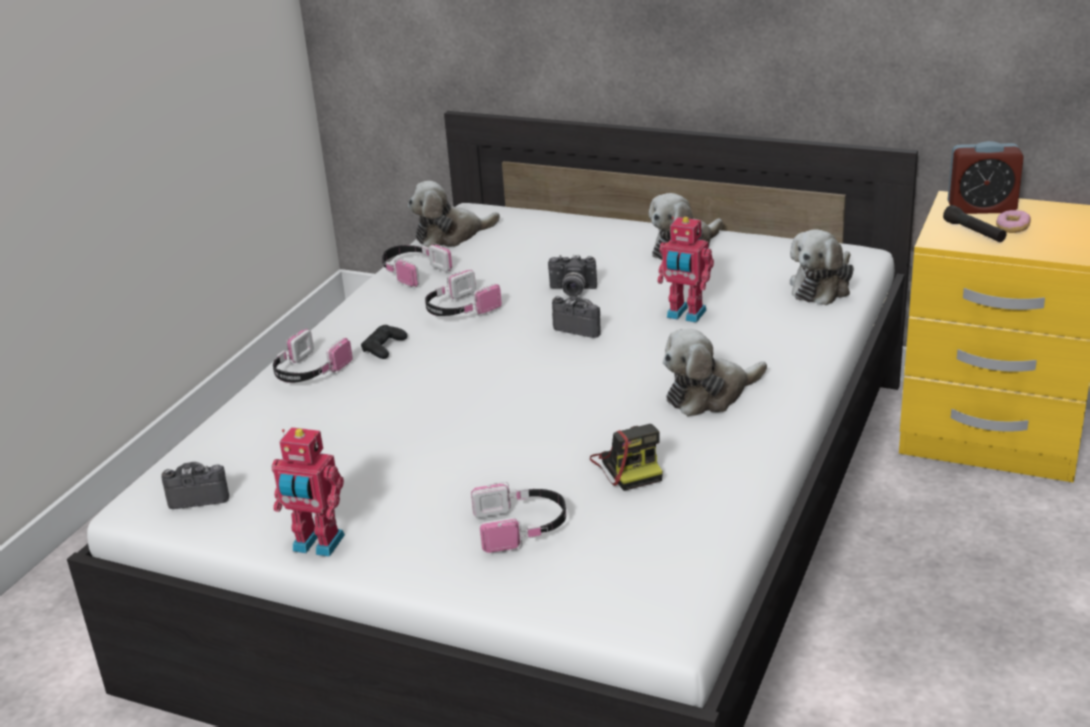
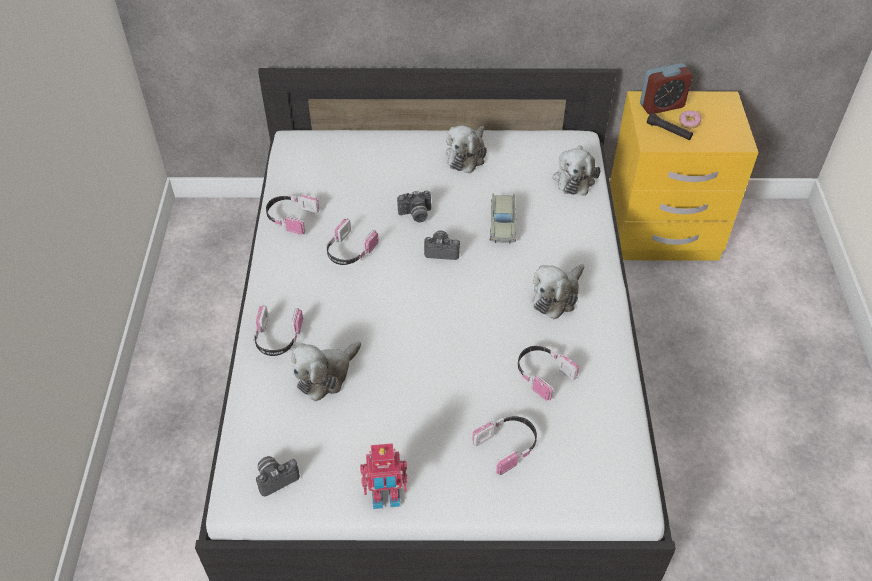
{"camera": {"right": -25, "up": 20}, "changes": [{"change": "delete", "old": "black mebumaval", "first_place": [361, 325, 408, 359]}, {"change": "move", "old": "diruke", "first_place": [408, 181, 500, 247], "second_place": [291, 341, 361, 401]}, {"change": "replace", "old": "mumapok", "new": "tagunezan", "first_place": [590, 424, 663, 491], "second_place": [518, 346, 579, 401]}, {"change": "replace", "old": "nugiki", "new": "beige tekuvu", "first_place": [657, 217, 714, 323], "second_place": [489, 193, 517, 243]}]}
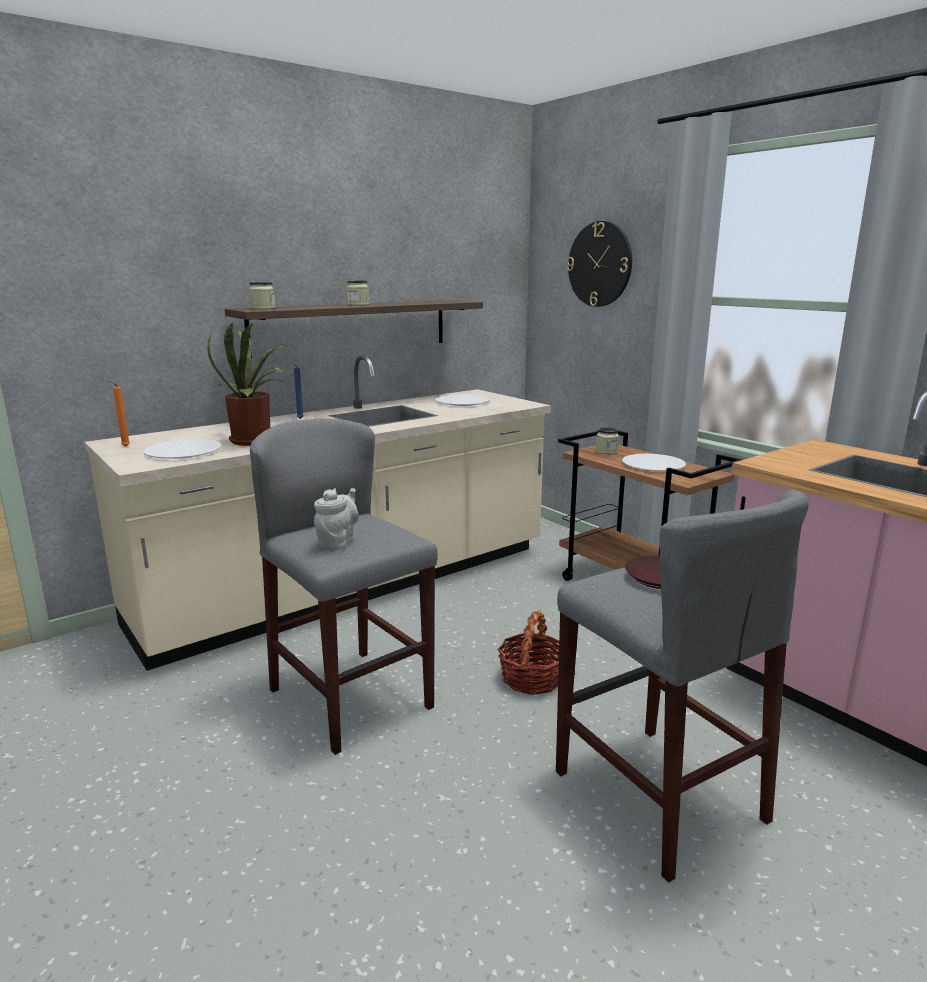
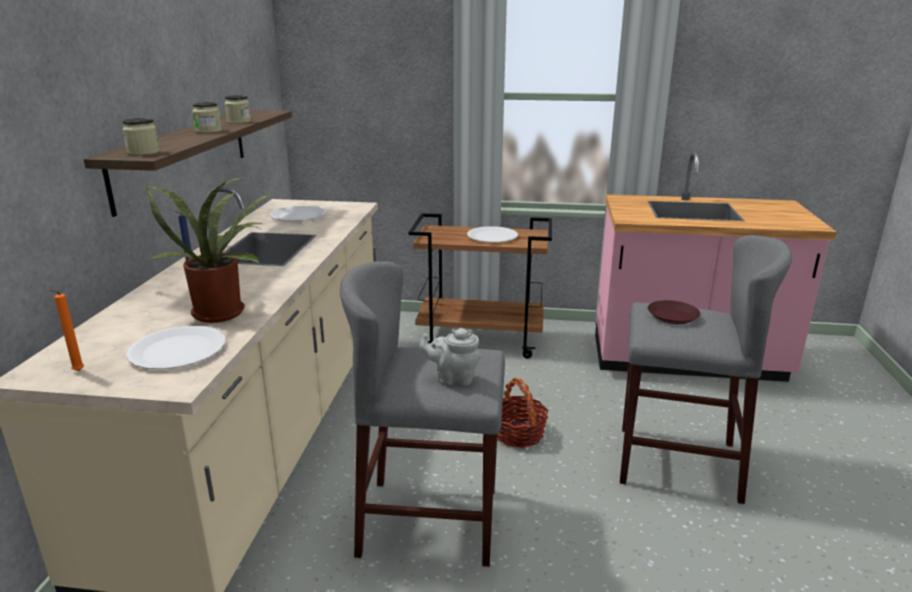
{"camera": {"right": -45, "up": 5}, "changes": [{"change": "rotate", "old": "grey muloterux", "first_place": [314, 488, 359, 550], "second_place": [419, 328, 481, 386], "degrees": -60}, {"change": "delete", "old": "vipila", "first_place": [567, 221, 632, 307]}, {"change": "move", "old": "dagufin", "first_place": [596, 427, 619, 454], "second_place": [224, 95, 251, 124]}]}
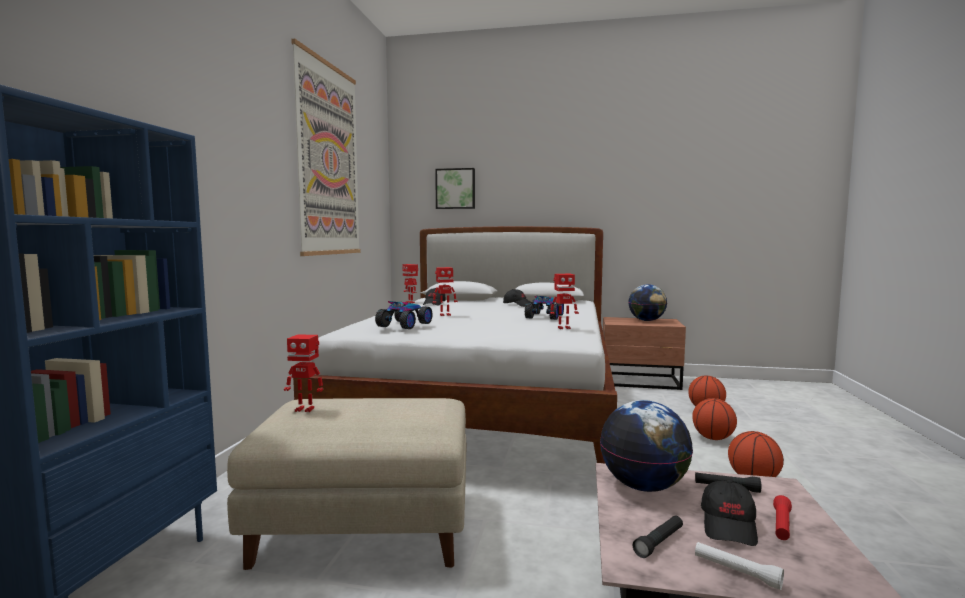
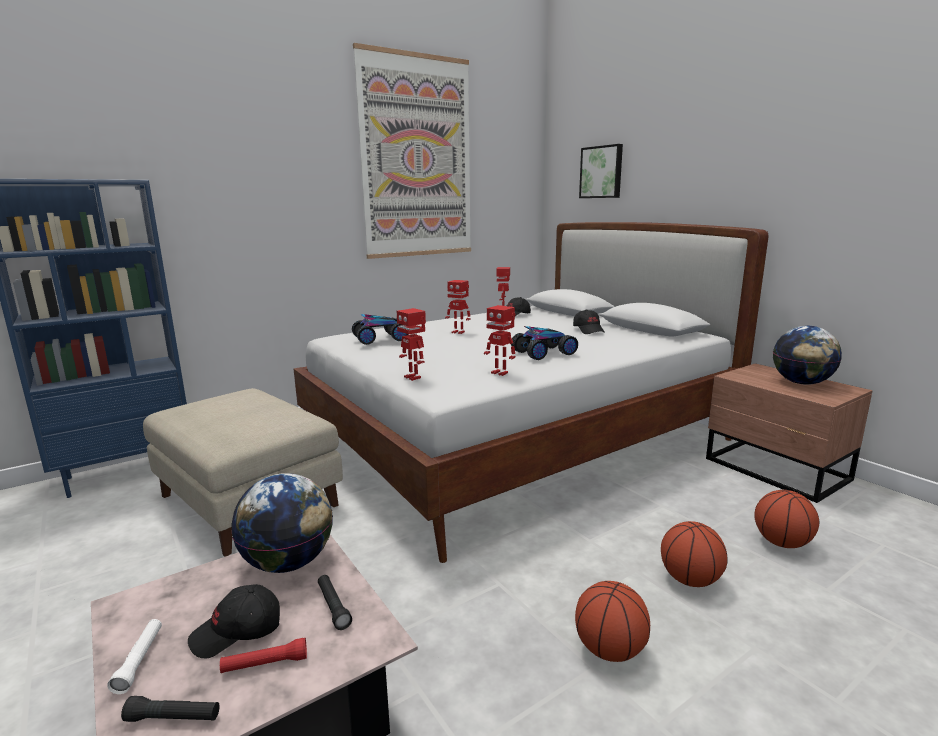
{"camera": {"right": 45, "up": 10}, "changes": [{"change": "move", "old": "nugiki", "first_place": [284, 334, 323, 412], "second_place": [397, 308, 426, 381]}, {"change": "move", "old": "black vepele", "first_place": [633, 515, 683, 558], "second_place": [121, 696, 220, 722]}]}
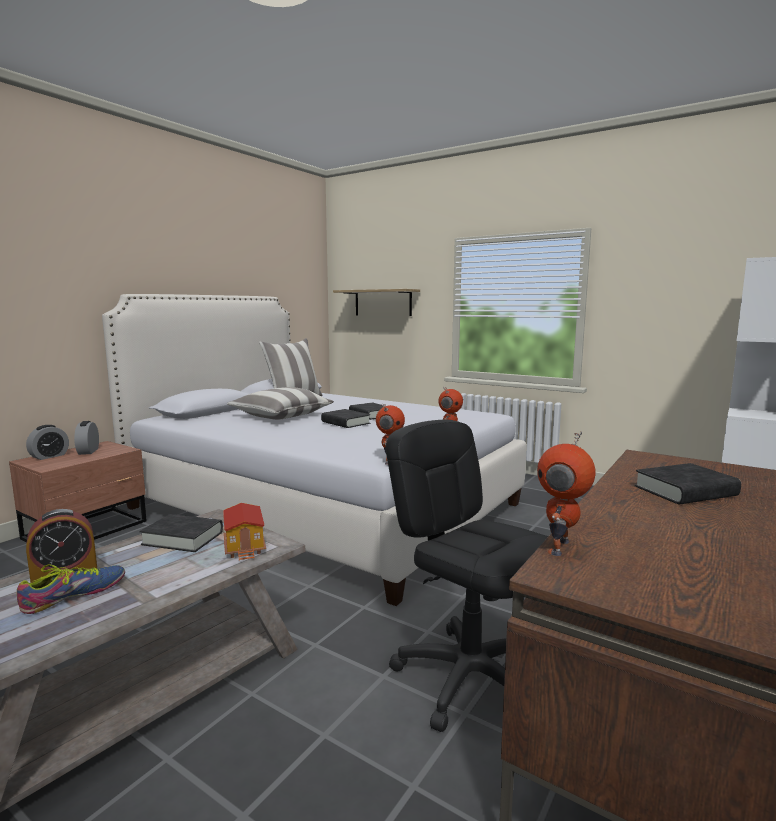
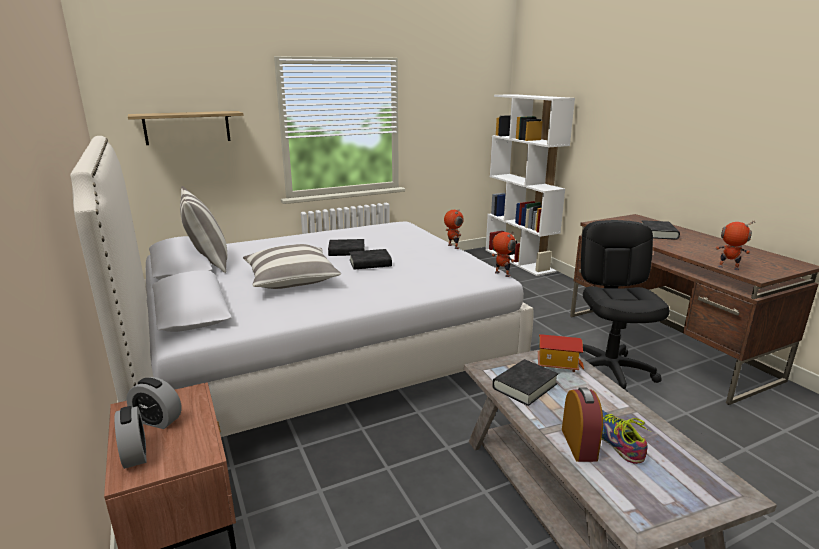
{"camera": {"right": -60, "up": 10}, "changes": [{"change": "rotate", "old": "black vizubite", "first_place": [386, 420, 548, 732], "second_place": [579, 220, 670, 392], "degrees": 105}, {"change": "rotate", "old": "nugiki", "first_place": [537, 431, 596, 556], "second_place": [715, 221, 755, 270], "degrees": 150}]}
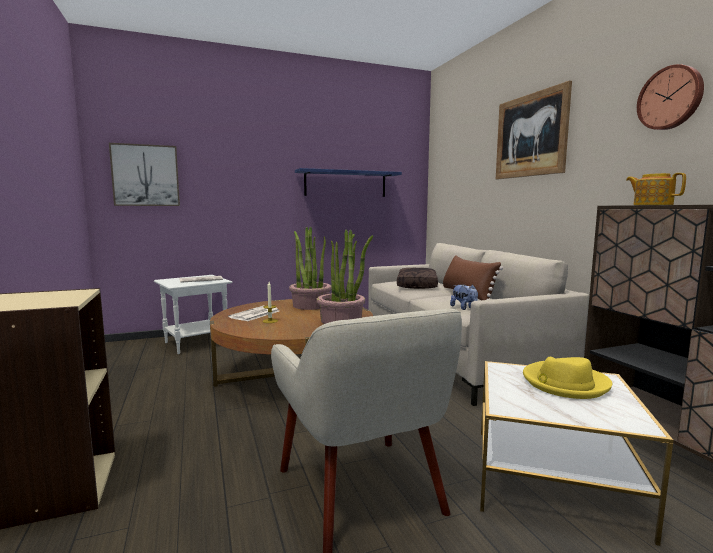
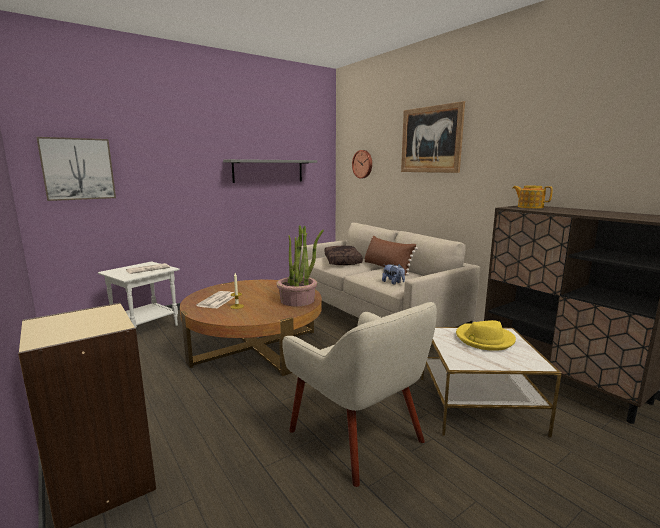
{"camera": {"right": -15, "up": 5}, "changes": [{"change": "delete", "old": "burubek", "first_place": [289, 226, 332, 310]}, {"change": "recolor", "old": "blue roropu", "new": "grey roropu", "first_place": [295, 168, 402, 197], "second_place": [223, 159, 317, 183]}, {"change": "move", "old": "vipila", "first_place": [637, 64, 704, 130], "second_place": [352, 150, 372, 178]}]}
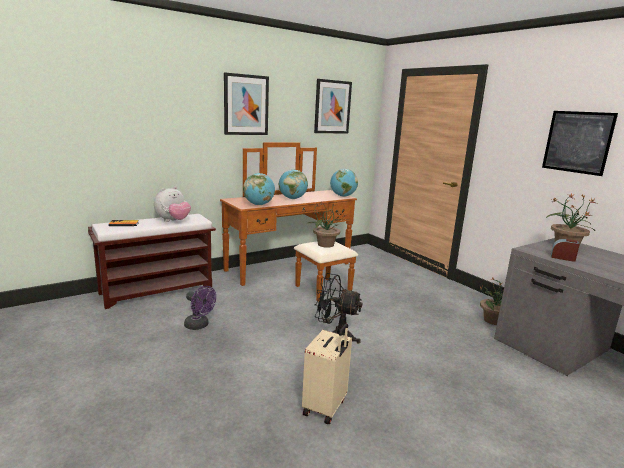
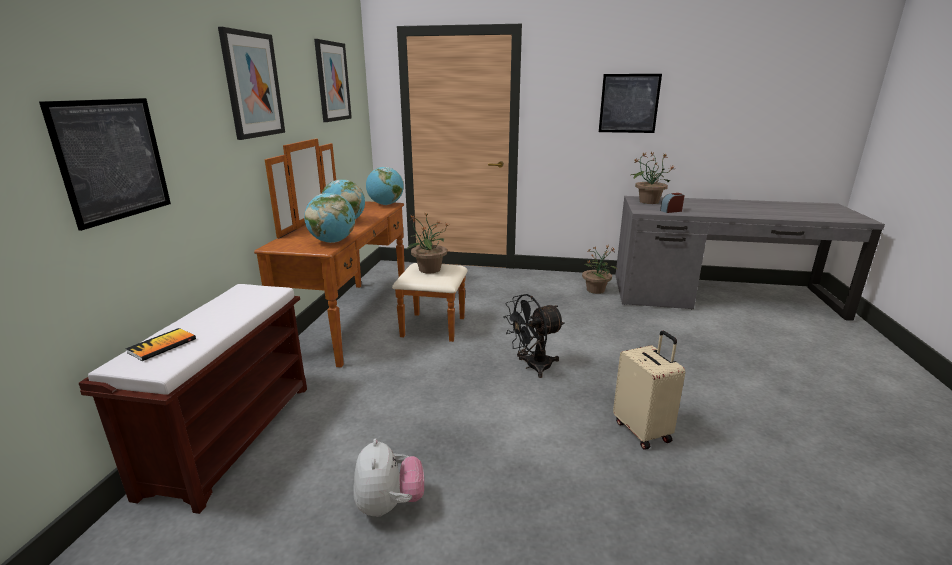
{"camera": {"right": -45, "up": 5}, "changes": [{"change": "move", "old": "diruke", "first_place": [154, 187, 191, 222], "second_place": [353, 438, 424, 517]}, {"change": "delete", "old": "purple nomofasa", "first_place": [184, 286, 216, 330]}, {"change": "insert", "new": "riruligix", "second_place": [39, 98, 171, 231]}]}
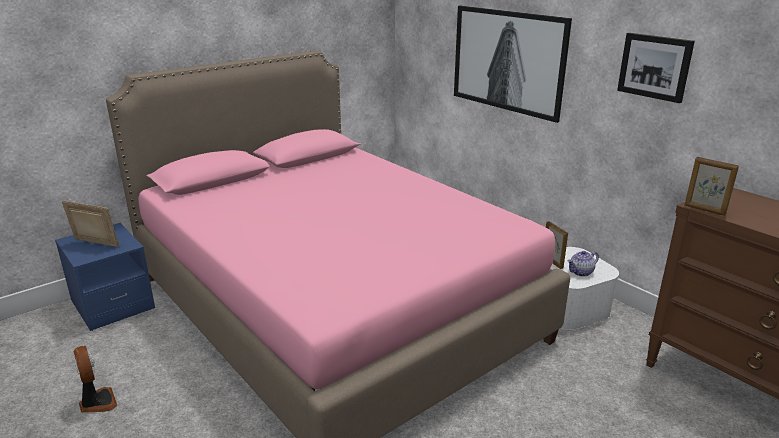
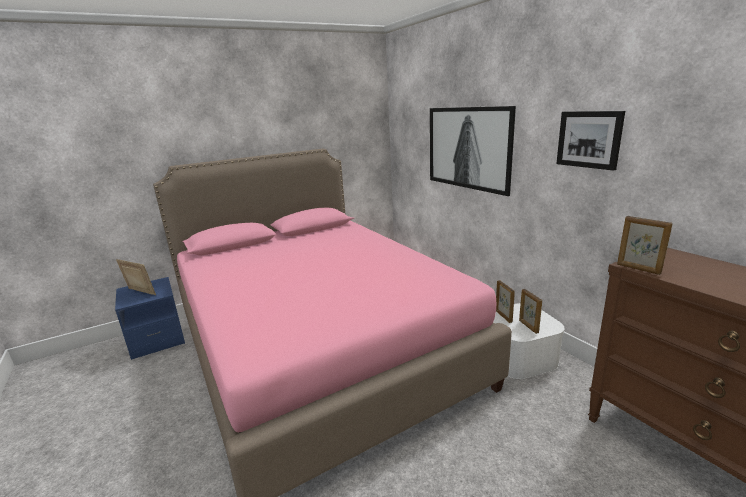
{"camera": {"right": 10, "up": -5}, "changes": [{"change": "delete", "old": "nomofasa", "first_place": [74, 346, 118, 413]}, {"change": "replace", "old": "muloterux", "new": "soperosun", "first_place": [567, 251, 599, 277], "second_place": [519, 289, 542, 334]}]}
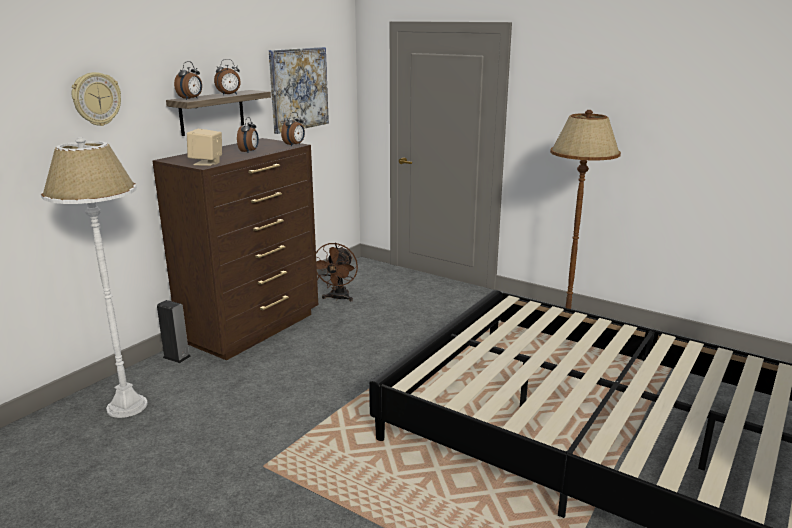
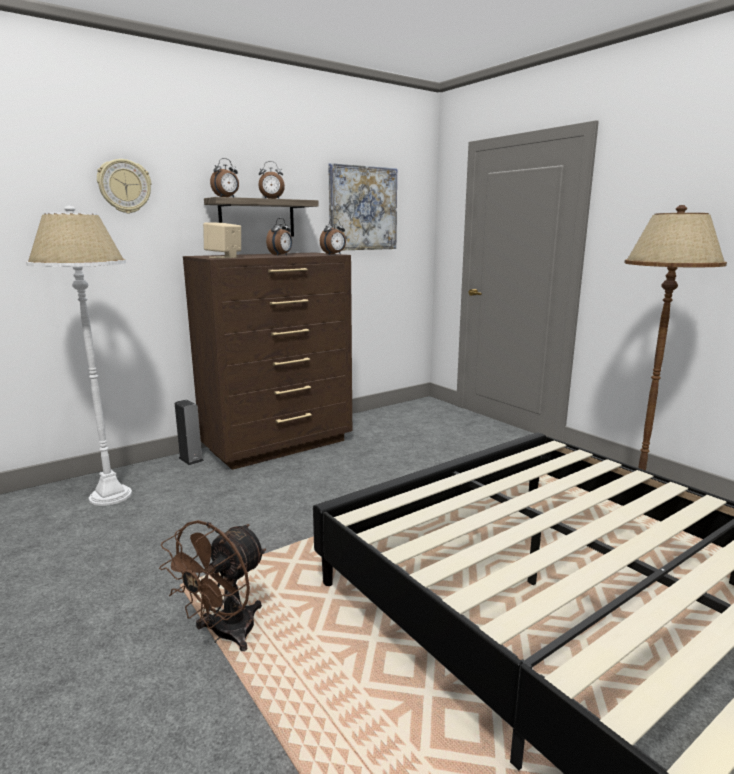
{"camera": {"right": 20, "up": -5}, "changes": [{"change": "move", "old": "brown nomofasa", "first_place": [316, 243, 358, 301], "second_place": [159, 520, 266, 651]}]}
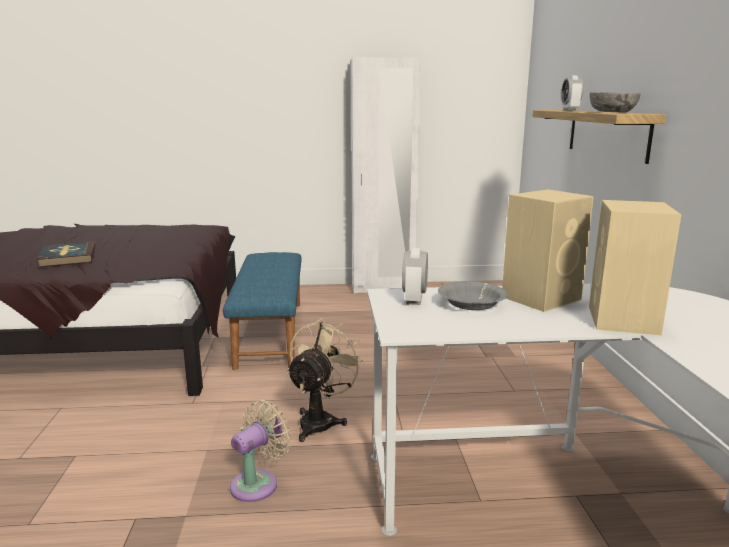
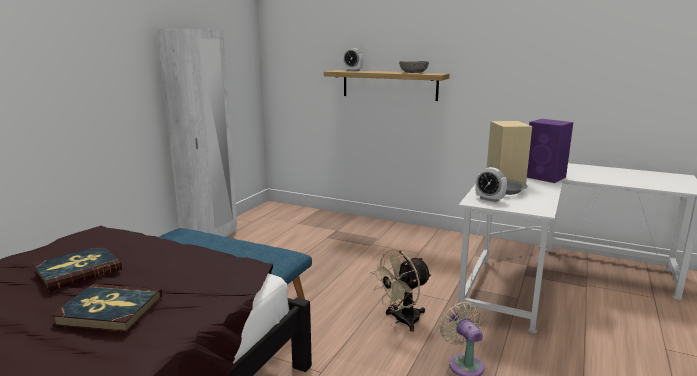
{"camera": {"right": -60, "up": 0}, "changes": [{"change": "rotate", "old": "beige nomofasa", "first_place": [286, 318, 365, 442], "second_place": [370, 249, 432, 332], "degrees": -90}, {"change": "recolor", "old": "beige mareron", "new": "purple mareron", "first_place": [589, 200, 681, 335], "second_place": [527, 119, 573, 183]}, {"change": "insert", "new": "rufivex", "second_place": [33, 245, 122, 292]}]}
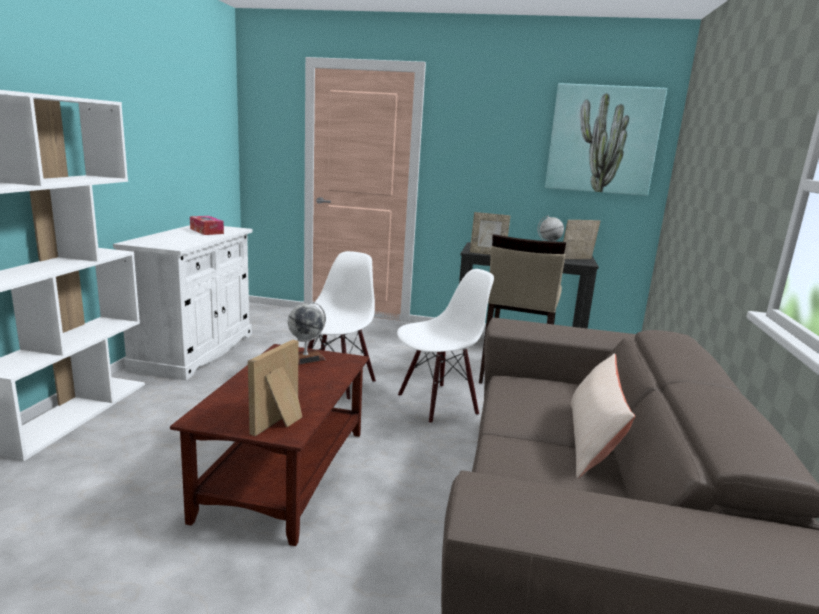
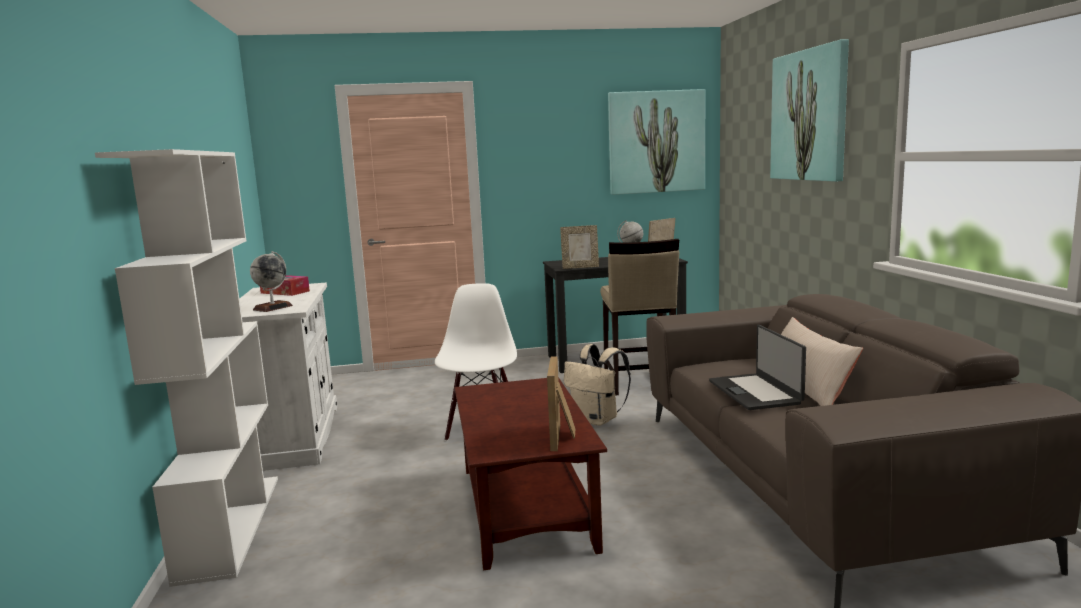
{"camera": {"right": -20, "up": -5}, "changes": [{"change": "move", "old": "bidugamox", "first_place": [288, 302, 326, 365], "second_place": [250, 251, 293, 312]}, {"change": "replace", "old": "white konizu", "new": "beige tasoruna", "first_place": [397, 269, 494, 424], "second_place": [564, 344, 631, 426]}, {"change": "insert", "new": "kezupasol", "second_place": [709, 325, 806, 410]}, {"change": "insert", "new": "riruligix", "second_place": [770, 39, 849, 182]}]}
